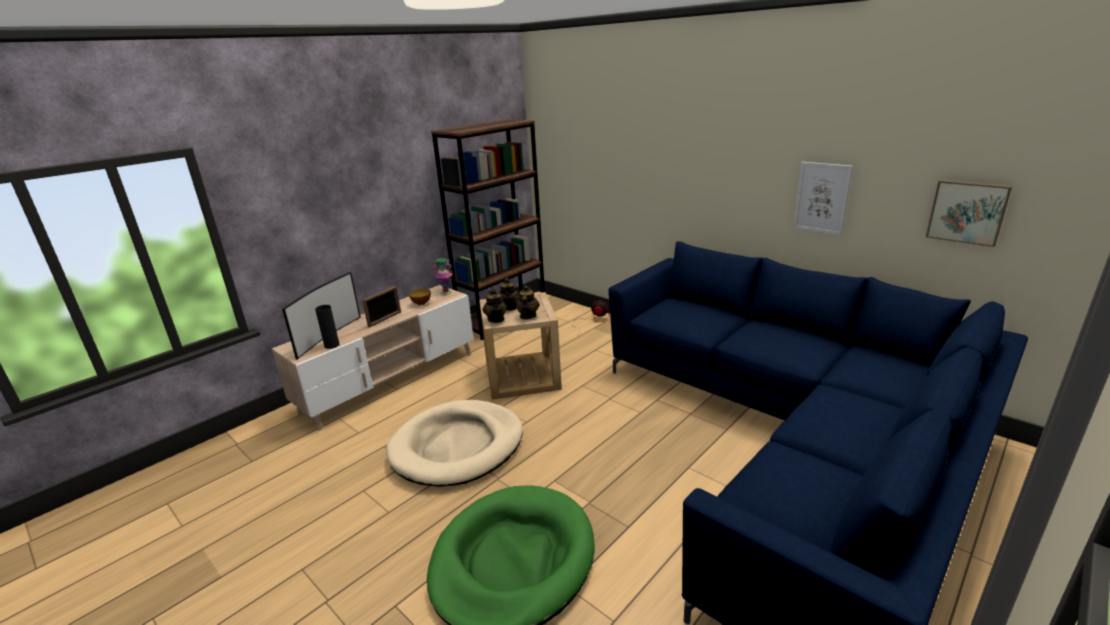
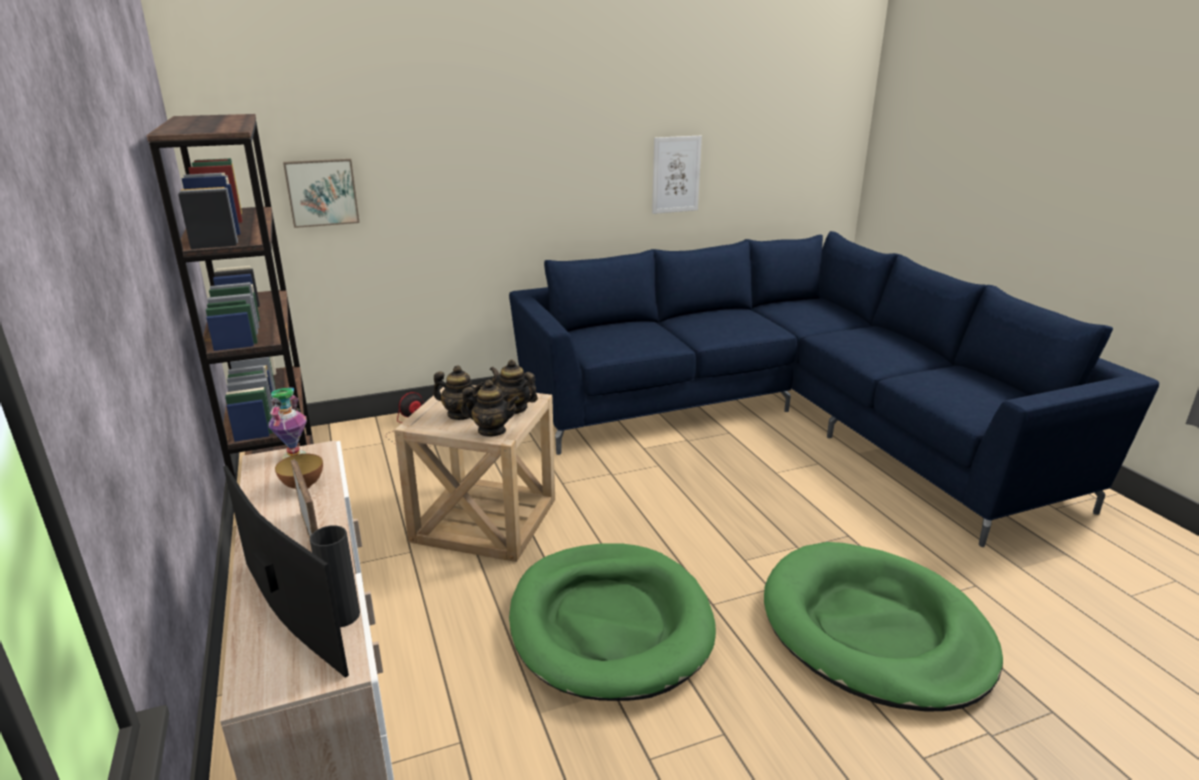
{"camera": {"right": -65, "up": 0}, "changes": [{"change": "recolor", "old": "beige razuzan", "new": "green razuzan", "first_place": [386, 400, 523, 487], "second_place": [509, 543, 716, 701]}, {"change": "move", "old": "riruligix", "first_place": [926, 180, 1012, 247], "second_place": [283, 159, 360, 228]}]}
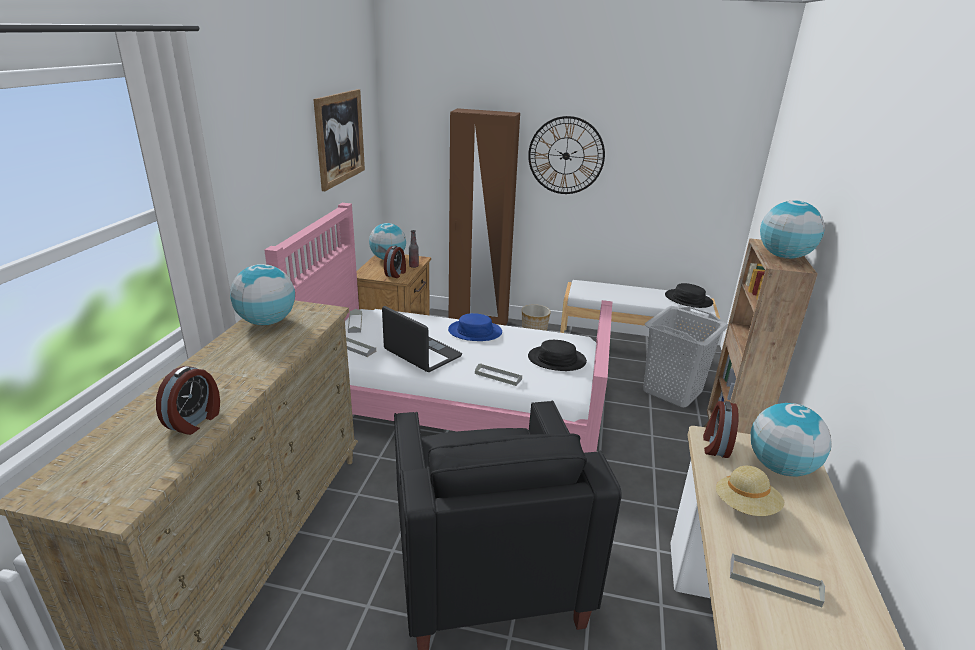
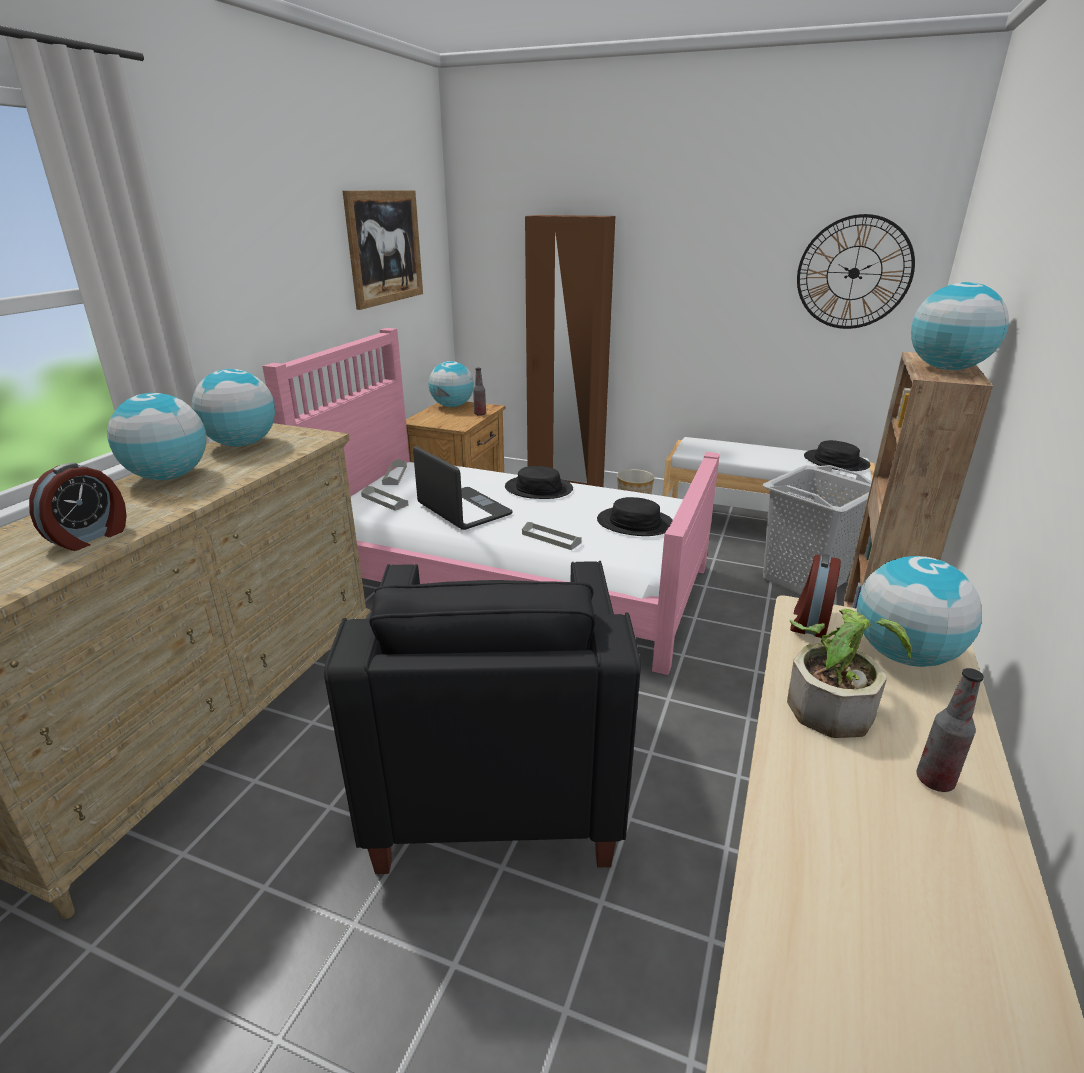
{"camera": {"right": 10, "up": 0}, "changes": [{"change": "delete", "old": "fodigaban", "first_place": [384, 246, 406, 278]}, {"change": "recolor", "old": "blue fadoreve", "new": "black fadoreve", "first_place": [448, 313, 502, 341], "second_place": [505, 466, 573, 499]}, {"change": "move", "old": "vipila", "first_place": [528, 116, 605, 194], "second_place": [797, 214, 915, 329]}, {"change": "replace", "old": "beige fadoreve", "new": "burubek", "first_place": [716, 466, 784, 516], "second_place": [787, 609, 912, 738]}, {"change": "delete", "old": "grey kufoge", "first_place": [730, 553, 825, 607]}, {"change": "insert", "new": "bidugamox", "second_place": [107, 393, 206, 480]}, {"change": "insert", "new": "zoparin", "second_place": [916, 668, 984, 792]}]}
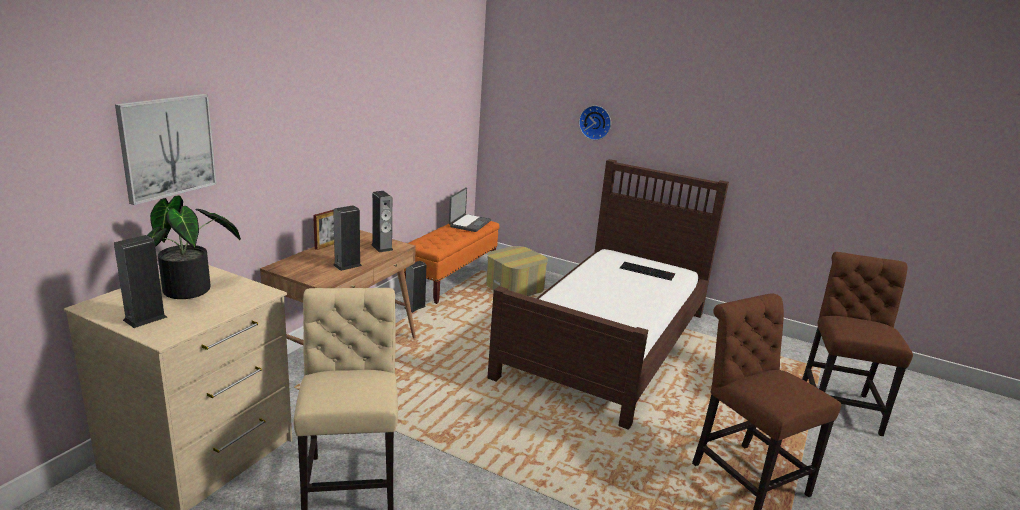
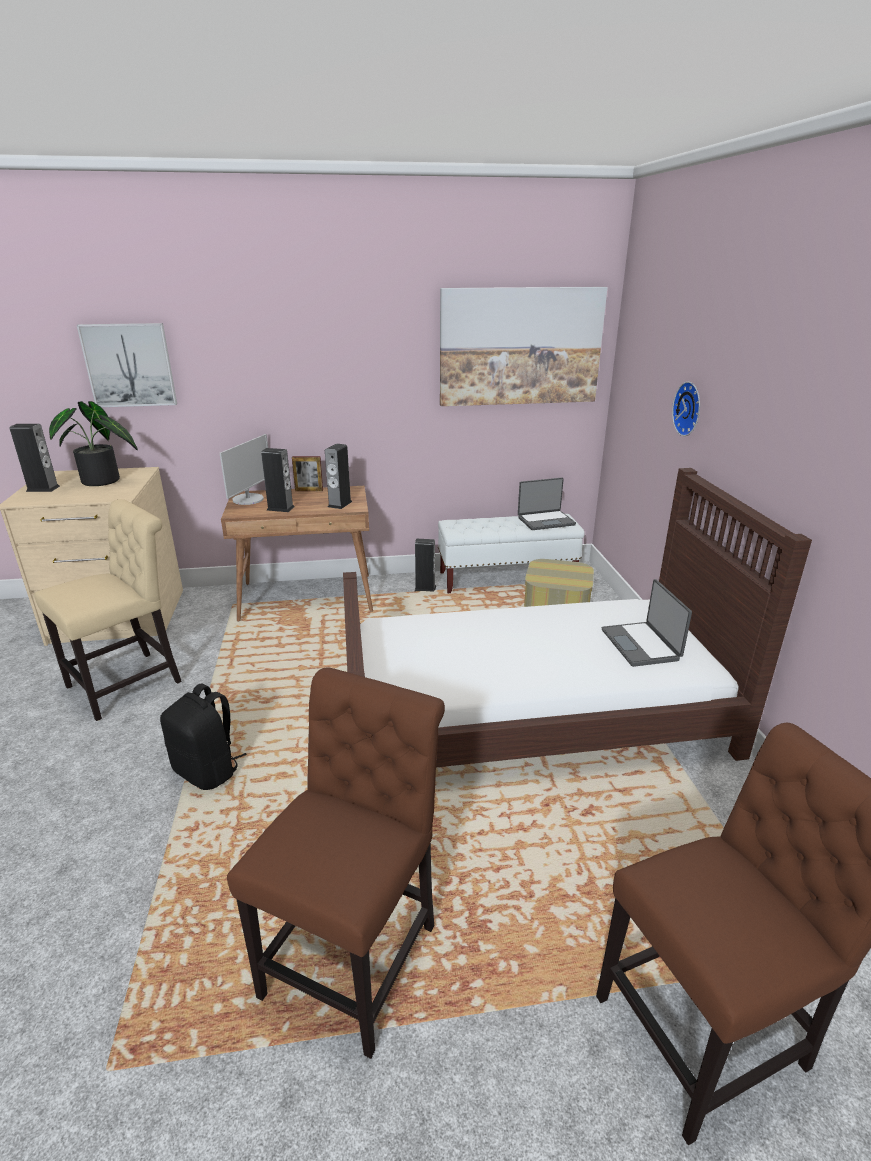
{"camera": {"right": 55, "up": 5}, "changes": [{"change": "recolor", "old": "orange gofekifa", "new": "white gofekifa", "first_place": [404, 221, 500, 304], "second_place": [438, 514, 585, 593]}, {"change": "replace", "old": "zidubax", "new": "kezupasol", "first_place": [620, 262, 675, 280], "second_place": [602, 579, 692, 667]}, {"change": "insert", "new": "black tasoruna", "second_place": [160, 683, 247, 790]}, {"change": "insert", "new": "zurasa", "second_place": [220, 434, 268, 505]}, {"change": "insert", "new": "riruligix", "second_place": [440, 287, 608, 406]}]}
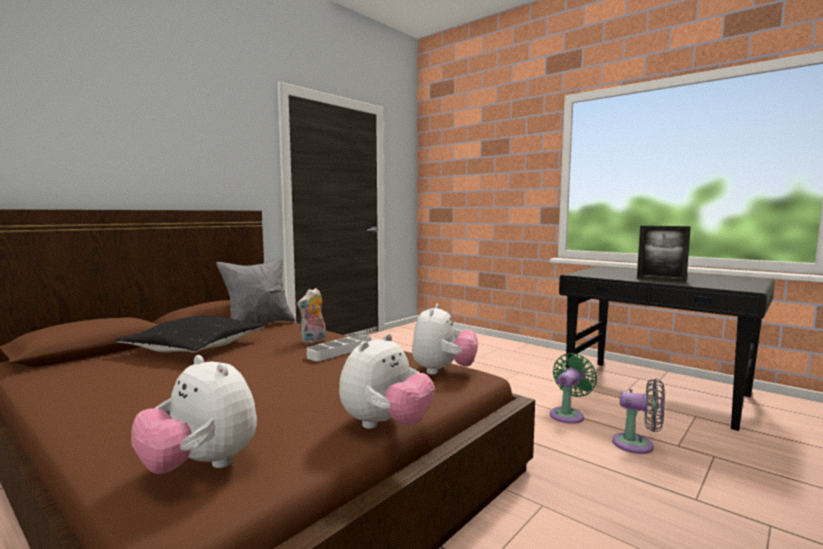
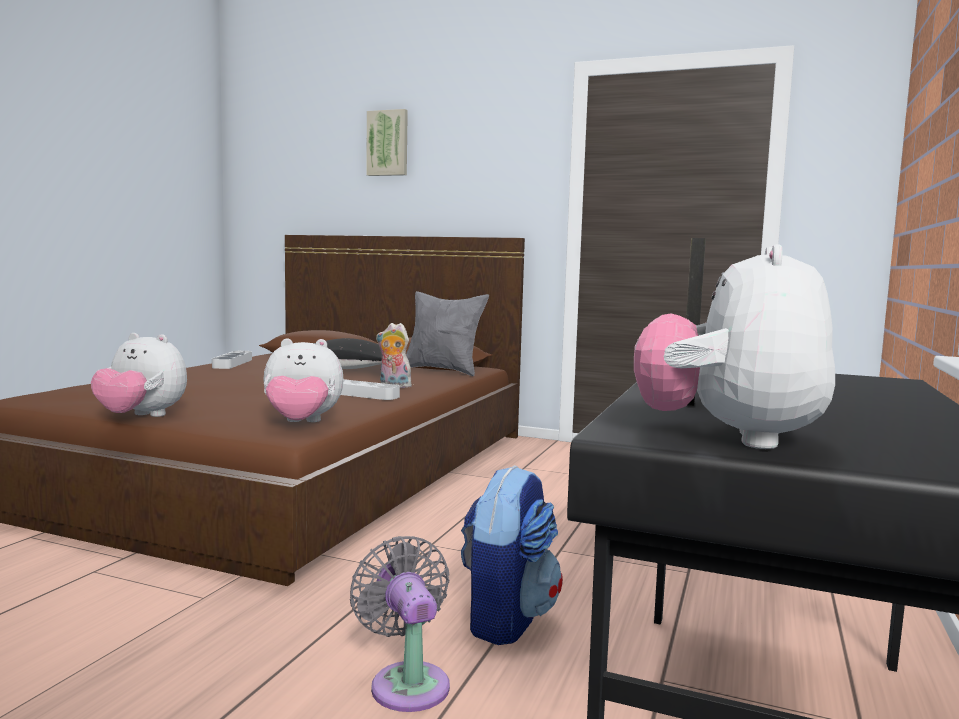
{"camera": {"right": 70, "up": 0}, "changes": [{"change": "move", "old": "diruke", "first_place": [131, 355, 257, 474], "second_place": [634, 244, 835, 449]}, {"change": "replace", "old": "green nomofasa", "new": "tasoruna", "first_place": [550, 353, 597, 424], "second_place": [461, 465, 563, 645]}, {"change": "rotate", "old": "grey nomofasa", "first_place": [612, 378, 665, 454], "second_place": [350, 536, 450, 712], "degrees": 150}, {"change": "insert", "new": "grey kufoge", "second_place": [212, 351, 252, 369]}, {"change": "insert", "new": "riruligix", "second_place": [366, 109, 408, 176]}]}
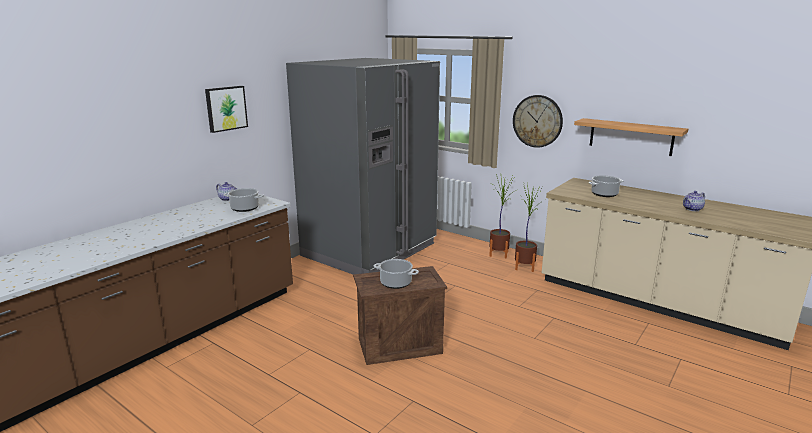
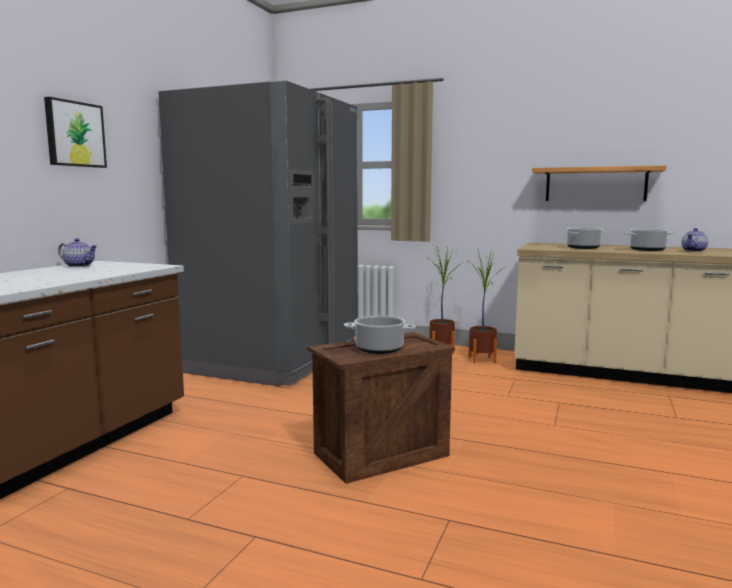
{"camera": {"right": -15, "up": -10}, "changes": [{"change": "move", "old": "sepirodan", "first_place": [223, 188, 264, 212], "second_place": [624, 229, 674, 251]}, {"change": "delete", "old": "vipila", "first_place": [513, 95, 563, 148]}]}
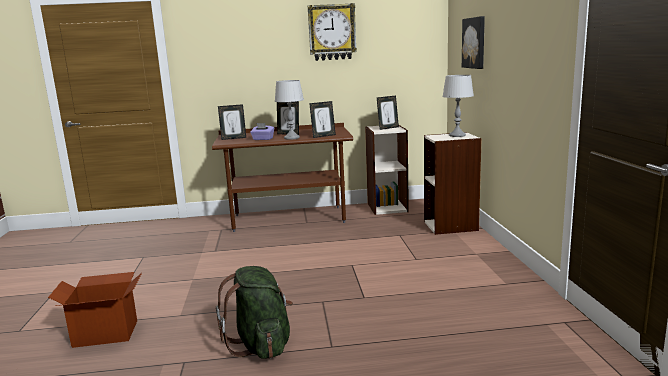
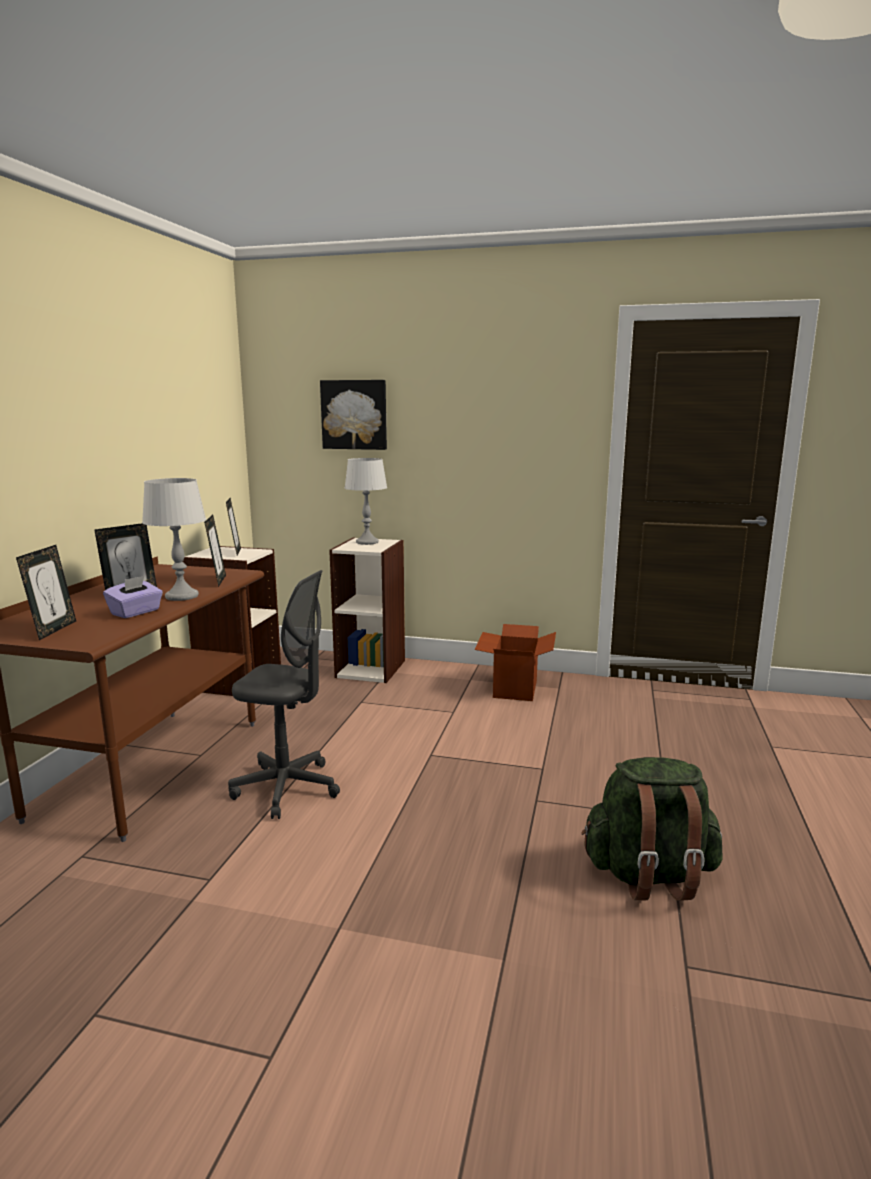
{"camera": {"right": -70, "up": 0}, "changes": [{"change": "move", "old": "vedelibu", "first_place": [48, 272, 142, 348], "second_place": [475, 624, 556, 701]}, {"change": "delete", "old": "vipila", "first_place": [308, 3, 357, 61]}, {"change": "insert", "new": "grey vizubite", "second_place": [228, 570, 340, 819]}]}
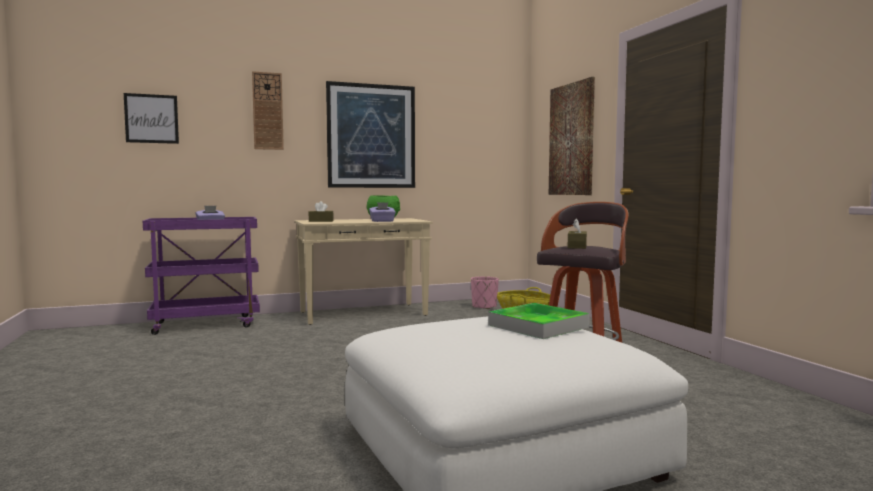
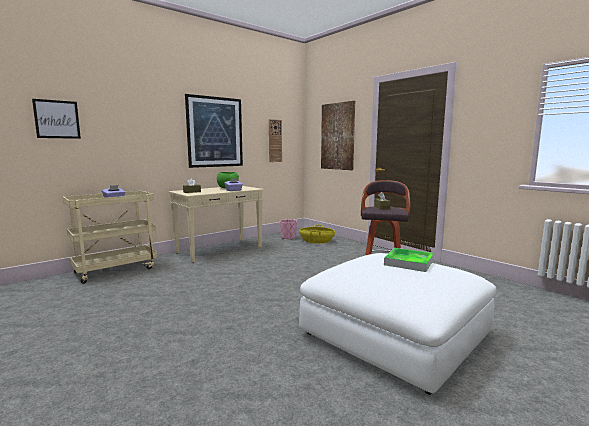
{"camera": {"right": -20, "up": 5}, "changes": [{"change": "recolor", "old": "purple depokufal", "new": "beige depokufal", "first_place": [143, 217, 260, 335], "second_place": [63, 191, 158, 284]}, {"change": "move", "old": "vipila", "first_place": [252, 71, 284, 150], "second_place": [269, 119, 282, 162]}]}
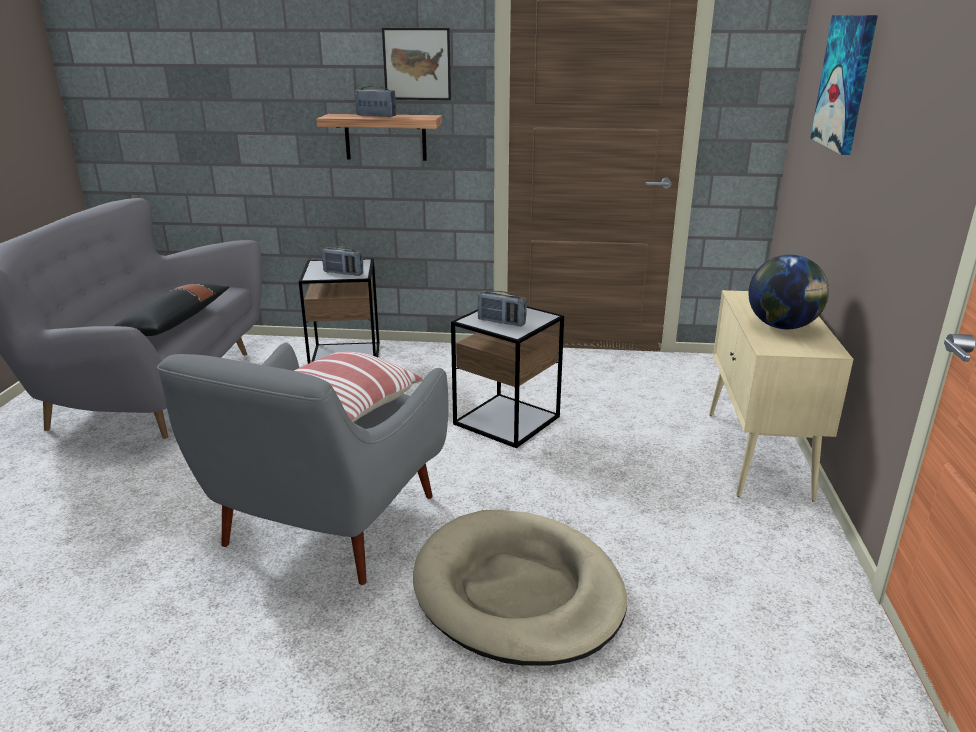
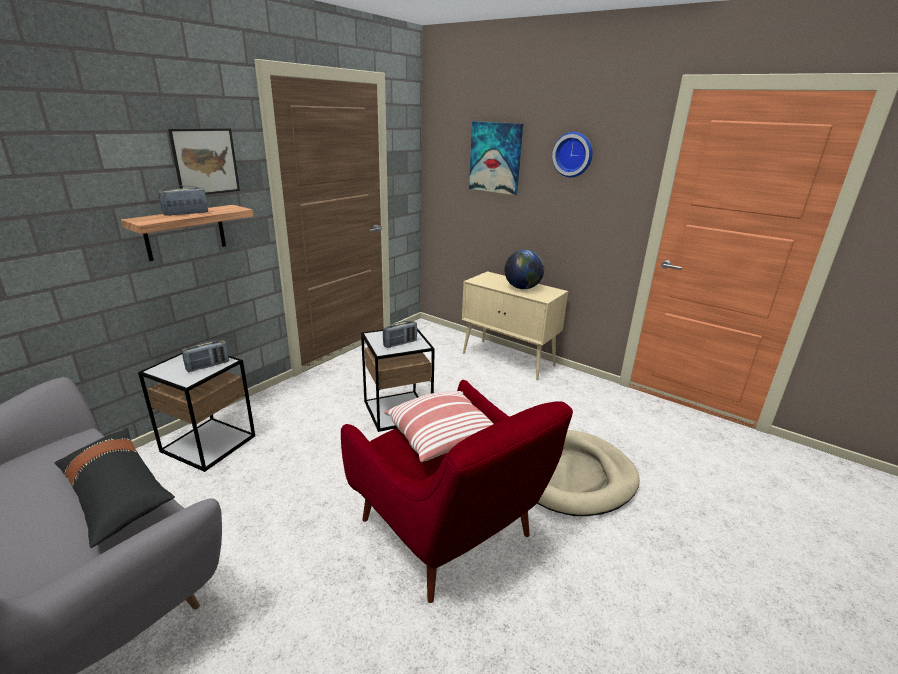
{"camera": {"right": -60, "up": 0}, "changes": [{"change": "recolor", "old": "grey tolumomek", "new": "red tolumomek", "first_place": [157, 342, 449, 585], "second_place": [341, 380, 573, 603]}, {"change": "insert", "new": "vipila", "second_place": [552, 132, 593, 177]}]}
